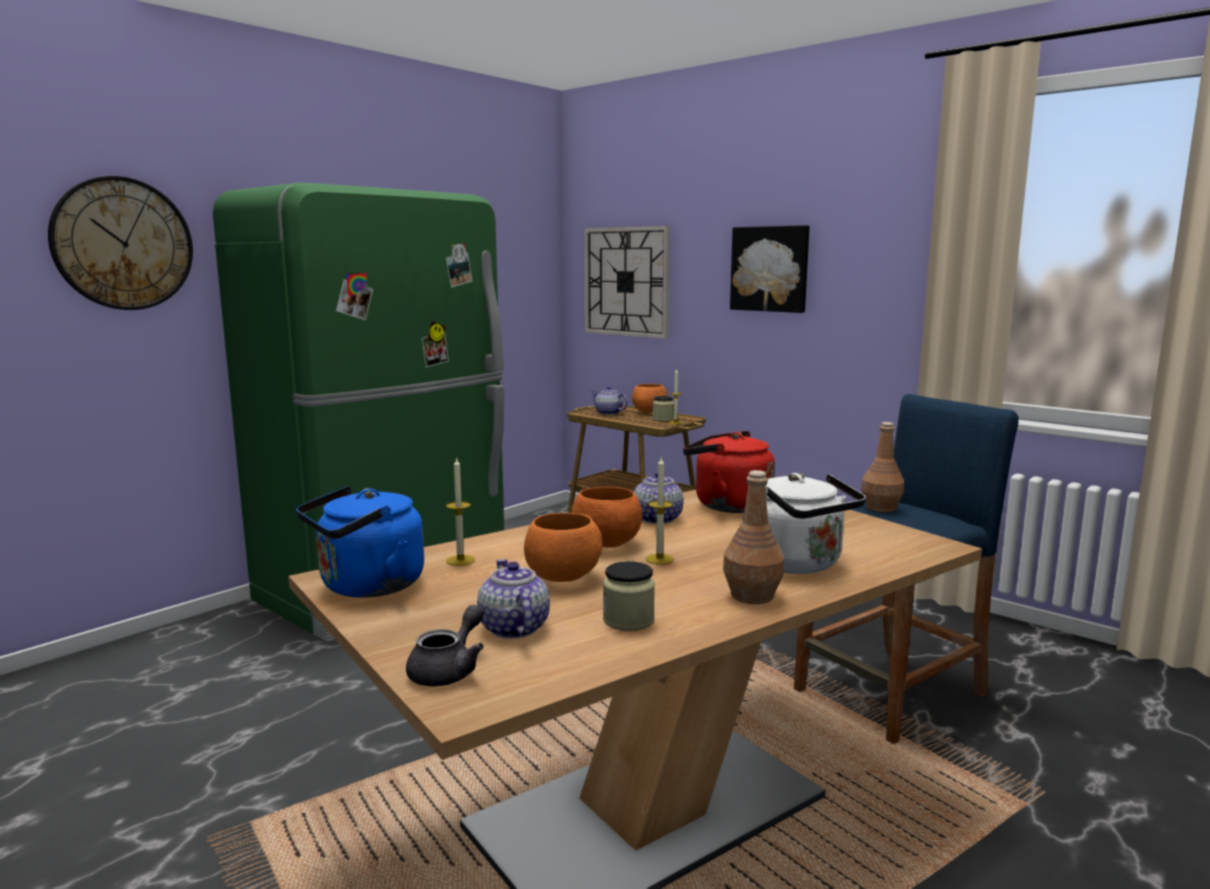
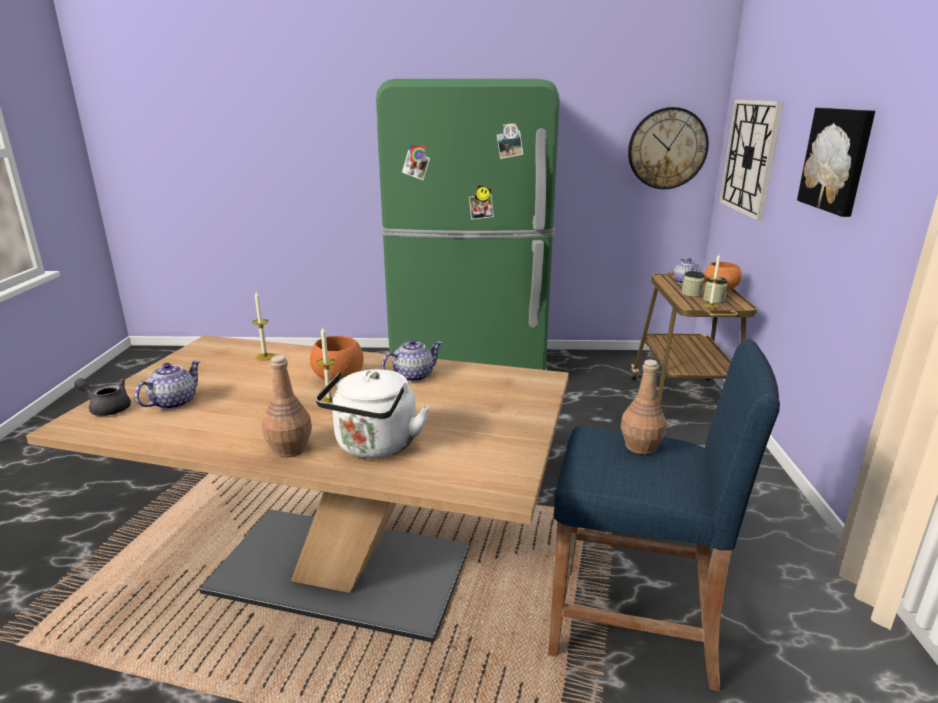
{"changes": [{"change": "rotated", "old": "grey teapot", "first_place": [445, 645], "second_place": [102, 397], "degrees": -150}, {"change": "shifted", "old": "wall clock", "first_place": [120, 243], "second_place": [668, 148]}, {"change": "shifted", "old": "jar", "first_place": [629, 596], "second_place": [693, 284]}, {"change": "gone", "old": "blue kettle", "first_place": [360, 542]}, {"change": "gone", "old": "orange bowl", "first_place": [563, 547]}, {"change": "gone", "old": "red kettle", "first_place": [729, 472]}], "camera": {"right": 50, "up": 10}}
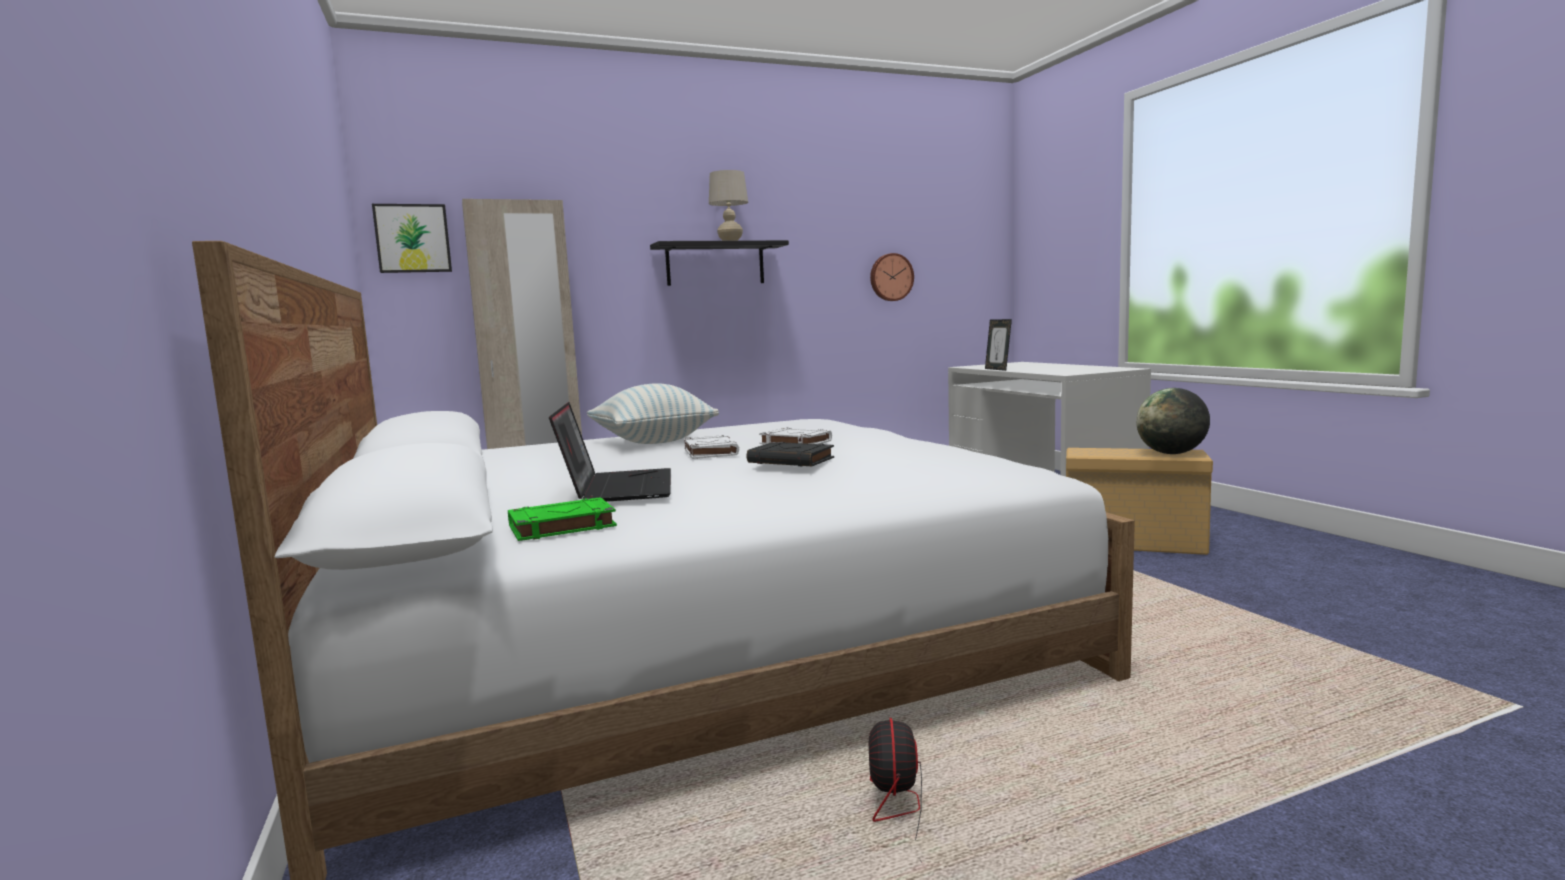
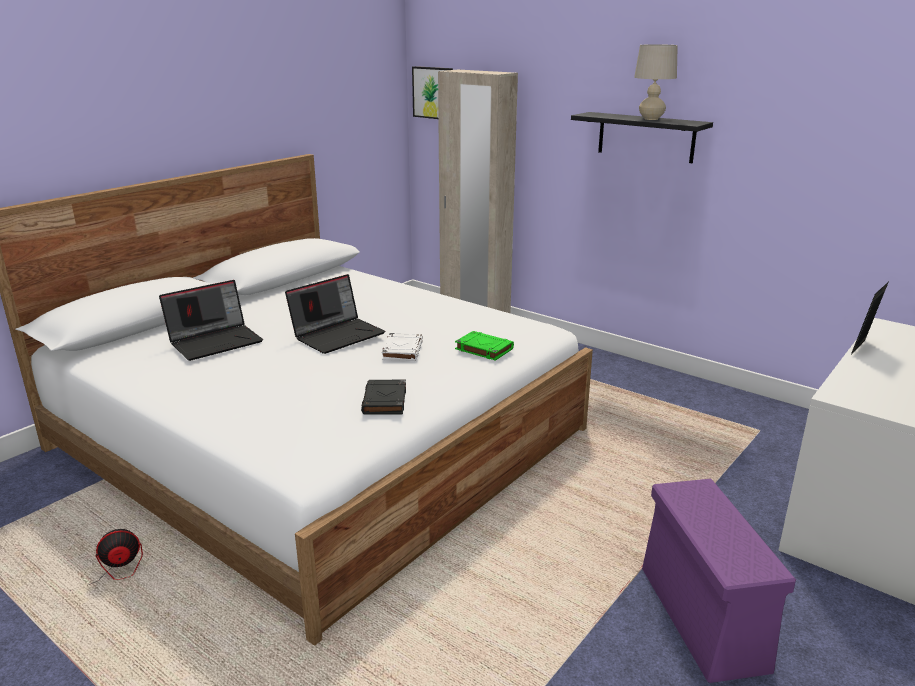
{"changes": [{"change": "swapped", "old": "white book", "new": "laptop", "first_place": [711, 447], "second_place": [335, 314]}, {"change": "shifted", "old": "black book", "first_place": [790, 454], "second_place": [383, 397]}, {"change": "shifted", "old": "green book", "first_place": [562, 519], "second_place": [484, 346]}, {"change": "repainted", "old": "beige storage box", "new": "purple storage box", "first_place": [1139, 501], "second_place": [719, 581]}, {"change": "gone", "old": "pillow", "first_place": [653, 413]}, {"change": "gone", "old": "wall clock", "first_place": [892, 277]}, {"change": "gone", "old": "globe", "first_place": [1173, 421]}], "camera": {"right": 60, "up": 15}}
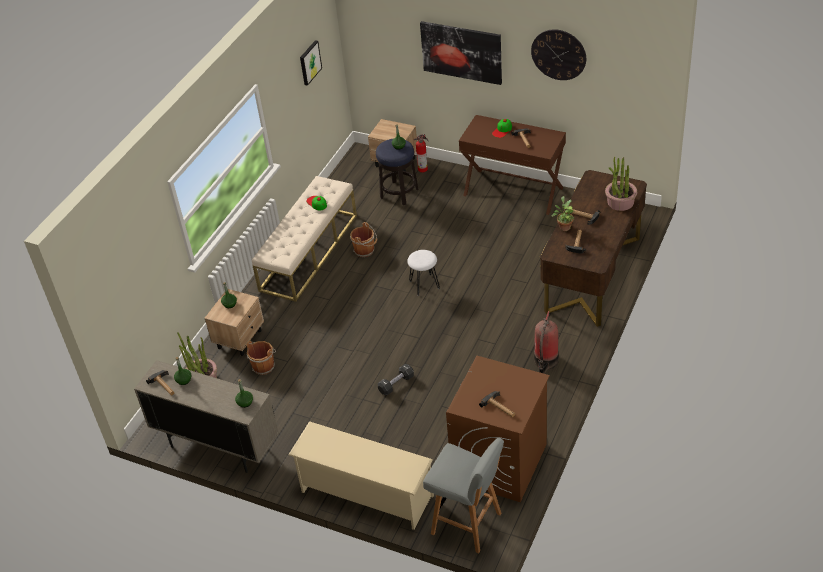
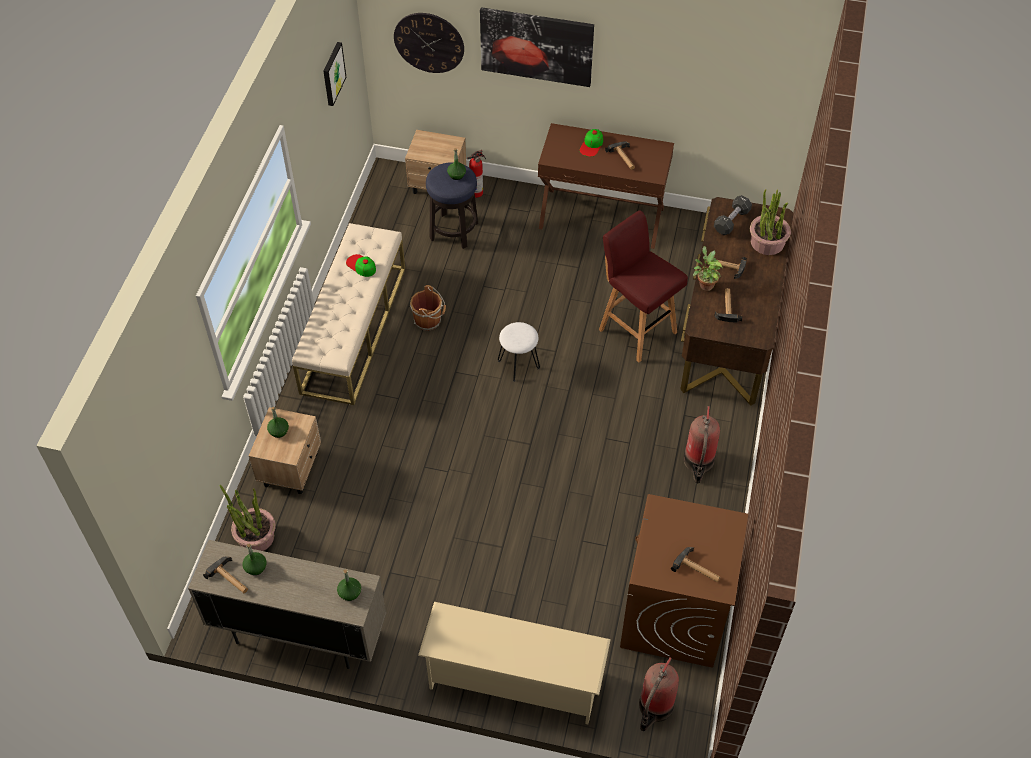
{"changes": [{"change": "shifted", "old": "wall clock", "first_place": [558, 54], "second_place": [429, 43]}, {"change": "new", "new": "red stool", "second_place": [643, 286]}, {"change": "swapped", "old": "grey stool", "new": "fire extinguisher", "first_place": [463, 495], "second_place": [659, 694]}, {"change": "shifted", "old": "black dumbbell", "first_place": [396, 379], "second_place": [733, 215]}, {"change": "gone", "old": "brown bucket", "first_place": [261, 358]}], "camera": {"right": -15, "up": 10}}
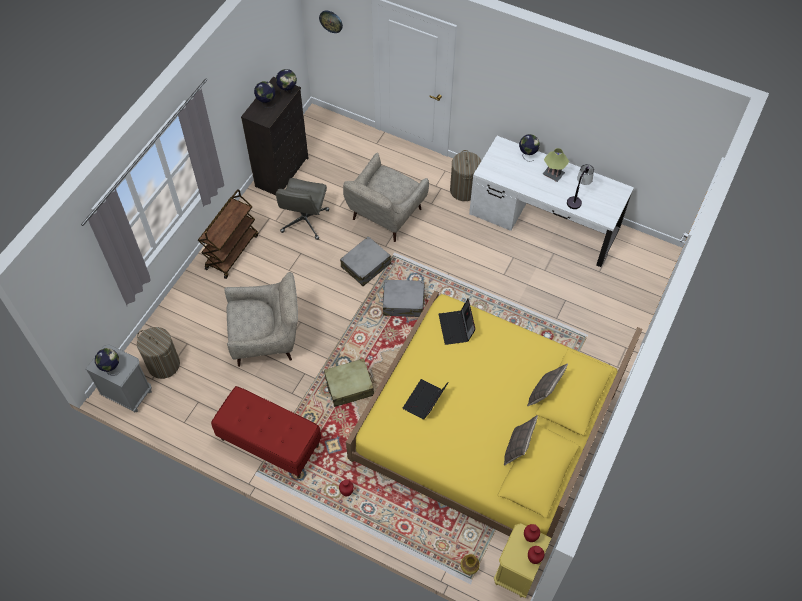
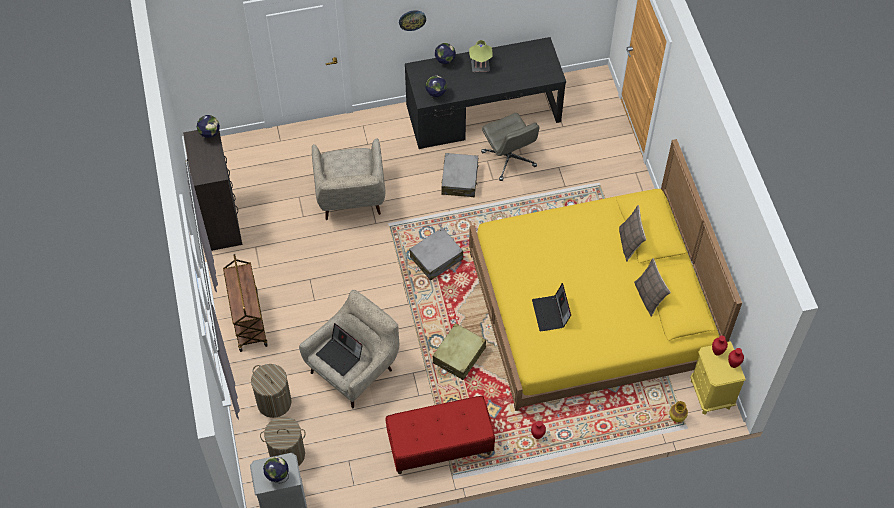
{"changes": [{"change": "shifted", "old": "laundry basket", "first_place": [465, 175], "second_place": [271, 391]}, {"change": "shifted", "old": "laptop", "first_place": [457, 322], "second_place": [339, 349]}, {"change": "shifted", "old": "wall clock", "first_place": [331, 22], "second_place": [412, 20]}, {"change": "repainted", "old": "white desk", "new": "black desk", "first_place": [551, 201], "second_place": [485, 93]}, {"change": "shifted", "old": "globe", "first_place": [265, 94], "second_place": [436, 88]}, {"change": "shifted", "old": "grey suitcase", "first_place": [365, 261], "second_place": [460, 175]}, {"change": "shifted", "old": "grey office chair", "first_place": [302, 209], "second_place": [510, 147]}, {"change": "gone", "old": "table lamp", "first_place": [580, 186]}], "camera": {"right": -40, "up": 0}}
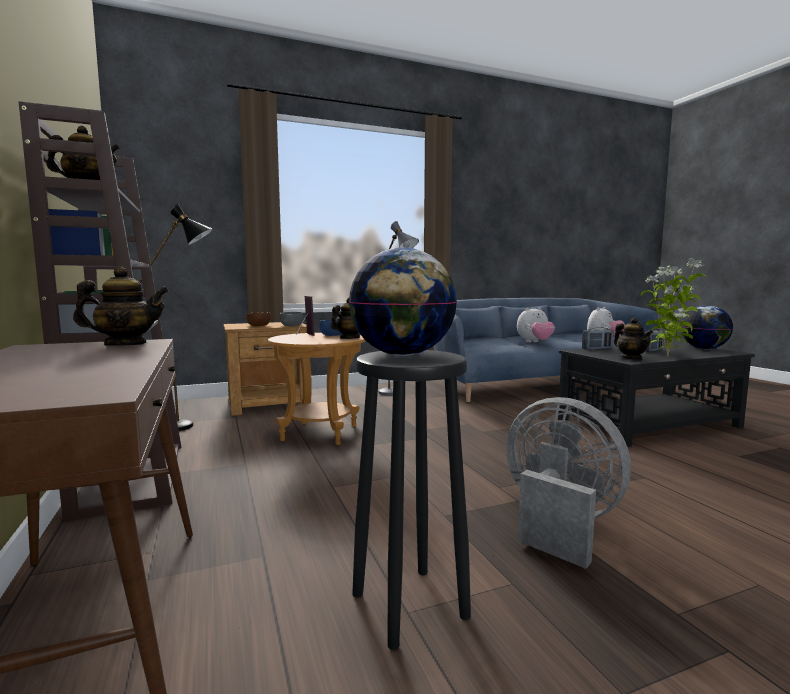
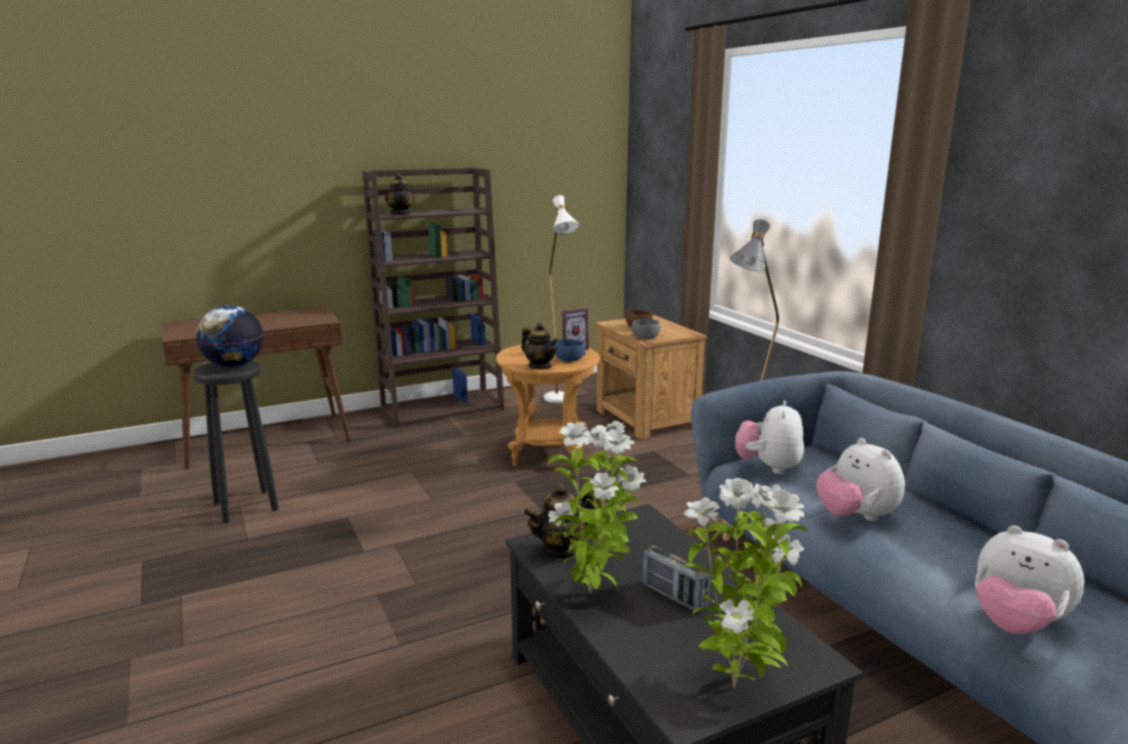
{"changes": [{"change": "repainted", "old": "black floor lamp", "new": "white floor lamp", "first_place": [176, 317], "second_place": [562, 299]}, {"change": "swapped", "old": "globe", "new": "potted plant", "first_place": [707, 327], "second_place": [744, 583]}, {"change": "new", "new": "plush toy", "second_place": [769, 437]}, {"change": "gone", "old": "teapot", "first_place": [121, 306]}, {"change": "gone", "old": "grey fan", "first_place": [568, 483]}, {"change": "gone", "old": "radio", "first_place": [597, 338]}], "camera": {"right": 85, "up": 10}}
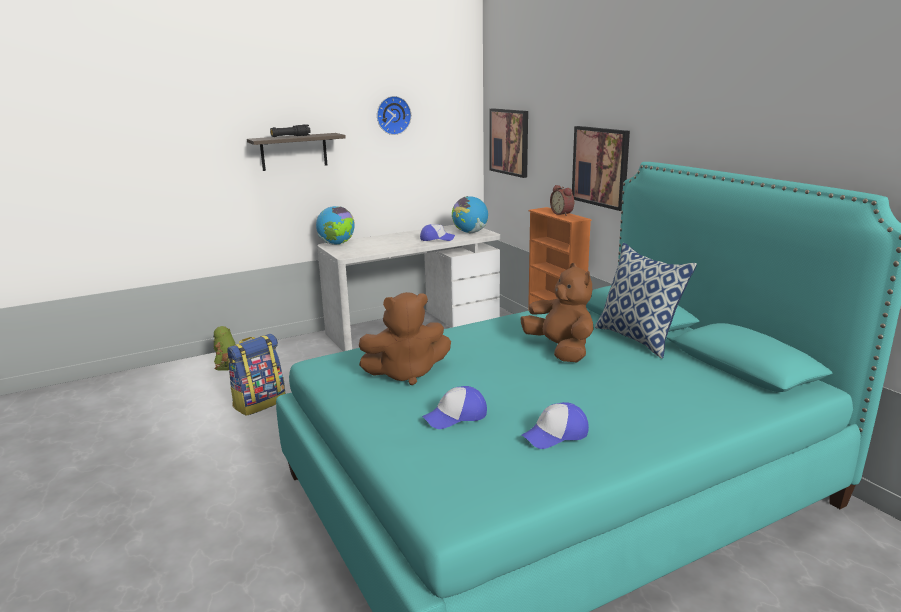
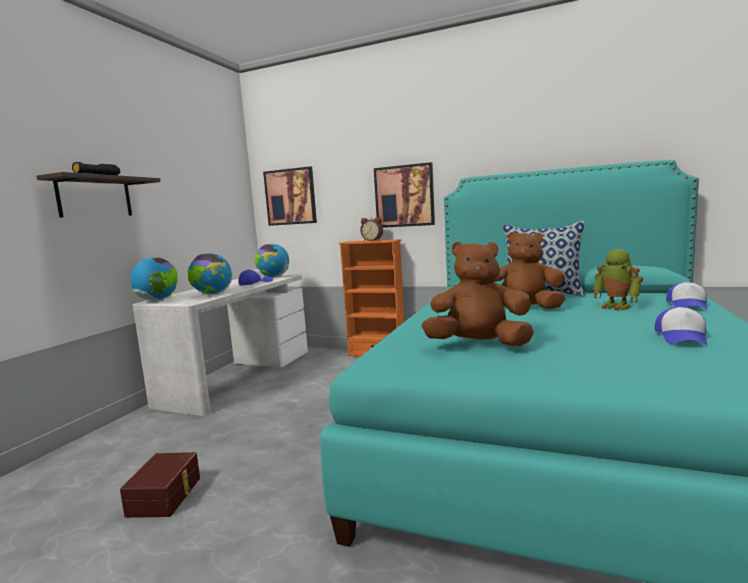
{"changes": [{"change": "swapped", "old": "backpack", "new": "brown storage box", "first_place": [256, 375], "second_place": [160, 485]}, {"change": "new", "new": "globe", "second_place": [210, 274]}, {"change": "rotated", "old": "brown plush toy", "first_place": [405, 338], "second_place": [477, 294], "degrees": -120}, {"change": "shifted", "old": "toy robot", "first_place": [224, 348], "second_place": [618, 280]}, {"change": "shifted", "old": "cap", "first_place": [454, 407], "second_place": [687, 296]}, {"change": "gone", "old": "wall clock", "first_place": [394, 115]}], "camera": {"right": -40, "up": -10}}
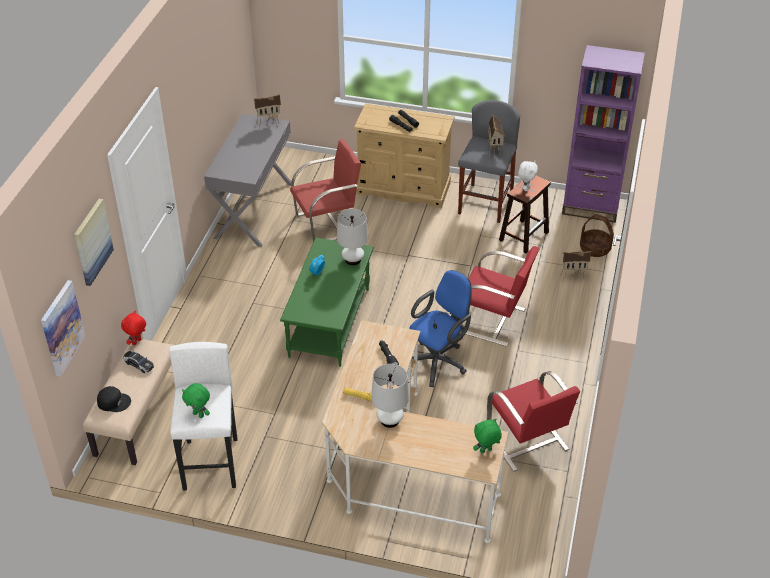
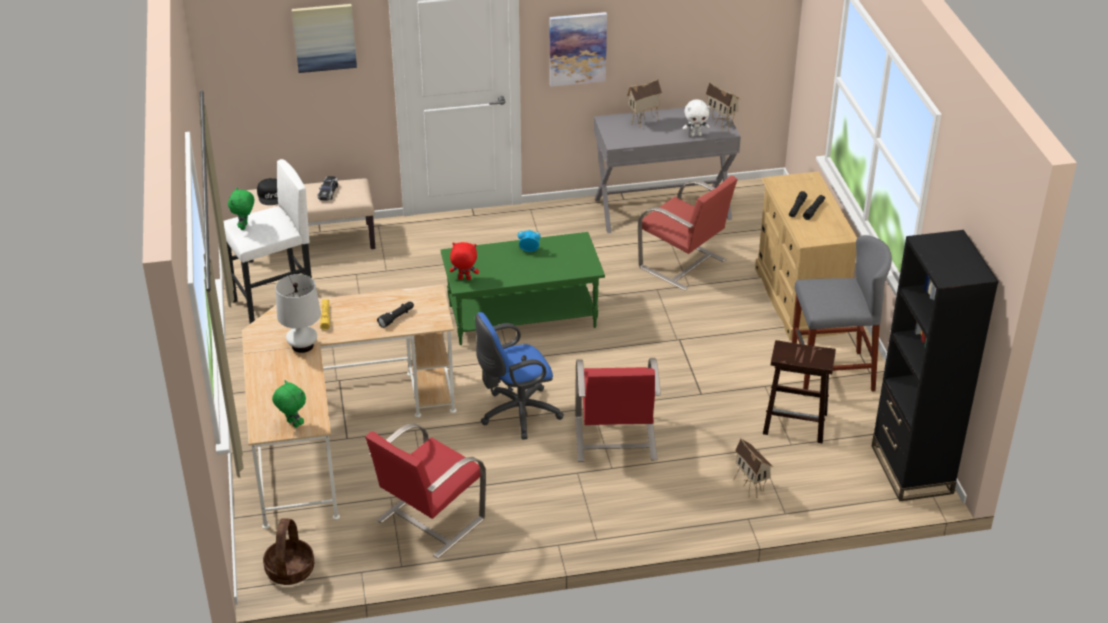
{"changes": [{"change": "shifted", "old": "basket", "first_place": [597, 235], "second_place": [288, 551]}, {"change": "shifted", "old": "red plush toy", "first_place": [133, 328], "second_place": [464, 261]}, {"change": "rotated", "old": "blue office chair", "first_place": [440, 328], "second_place": [519, 376], "degrees": 135}, {"change": "shifted", "old": "picture", "first_place": [63, 328], "second_place": [578, 49]}, {"change": "shifted", "old": "toy house", "first_place": [496, 135], "second_place": [644, 103]}, {"change": "shifted", "old": "white plush toy", "first_place": [528, 176], "second_place": [696, 118]}, {"change": "repainted", "old": "purple bookcase", "new": "black bookcase", "first_place": [603, 134], "second_place": [935, 365]}, {"change": "gone", "old": "white table lamp", "first_place": [352, 237]}], "camera": {"right": 65, "up": -5}}
